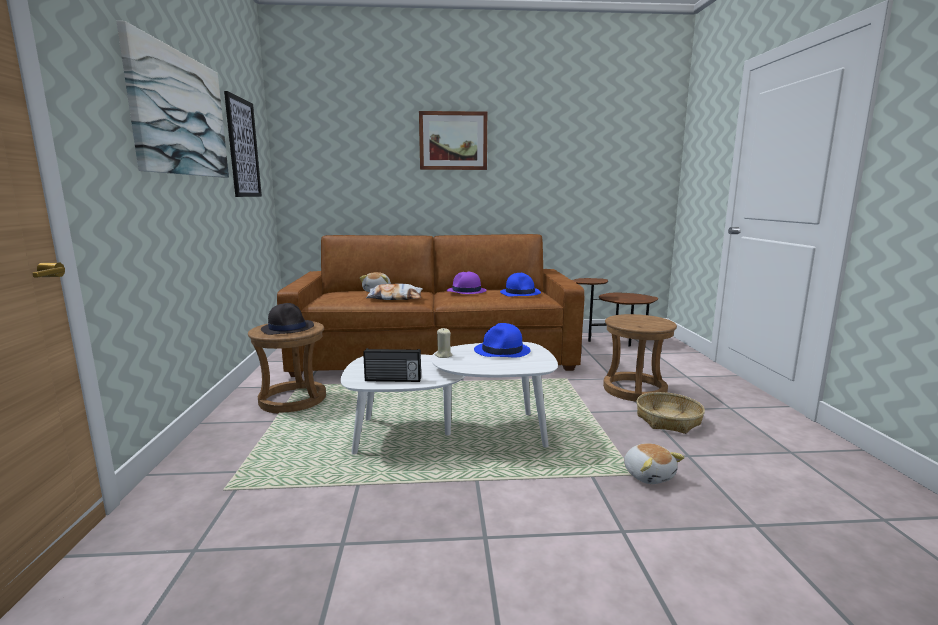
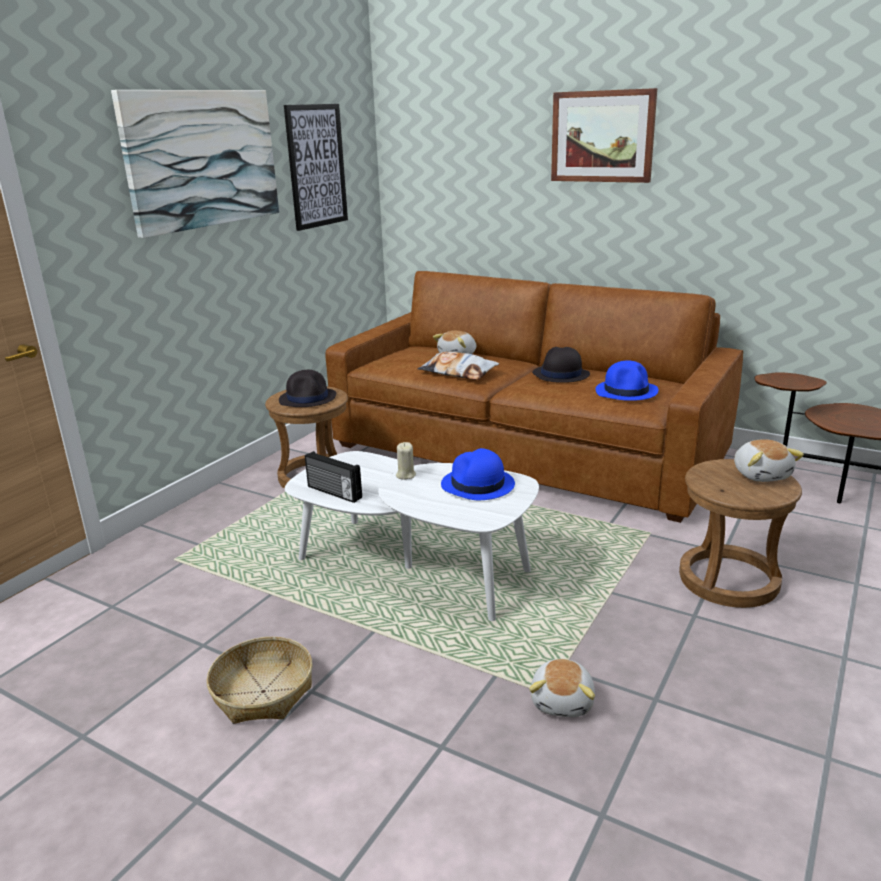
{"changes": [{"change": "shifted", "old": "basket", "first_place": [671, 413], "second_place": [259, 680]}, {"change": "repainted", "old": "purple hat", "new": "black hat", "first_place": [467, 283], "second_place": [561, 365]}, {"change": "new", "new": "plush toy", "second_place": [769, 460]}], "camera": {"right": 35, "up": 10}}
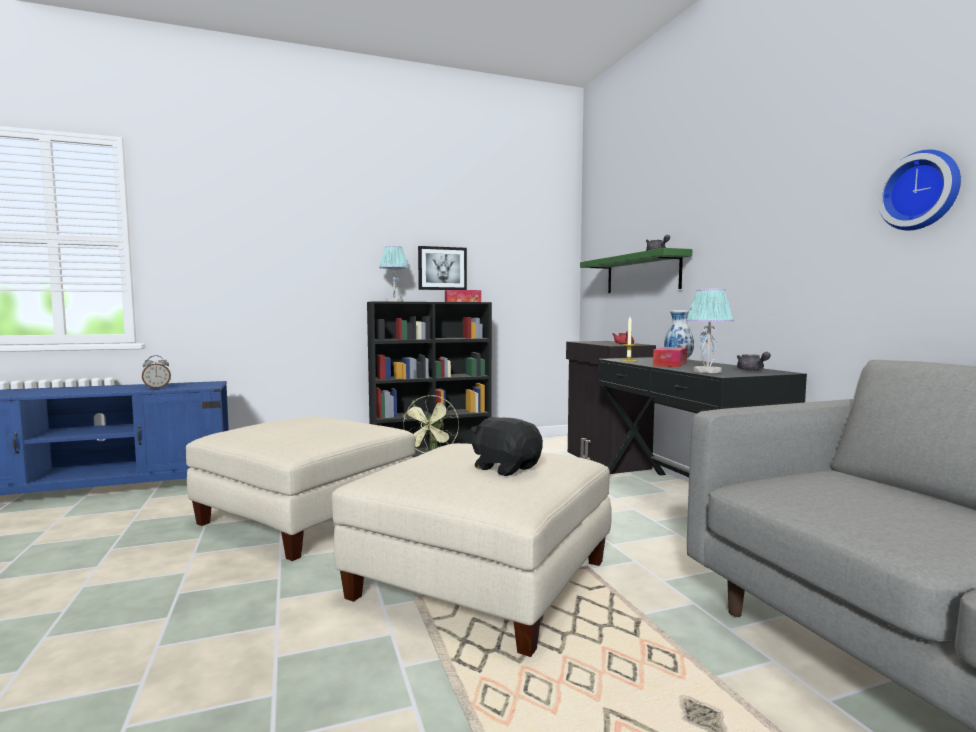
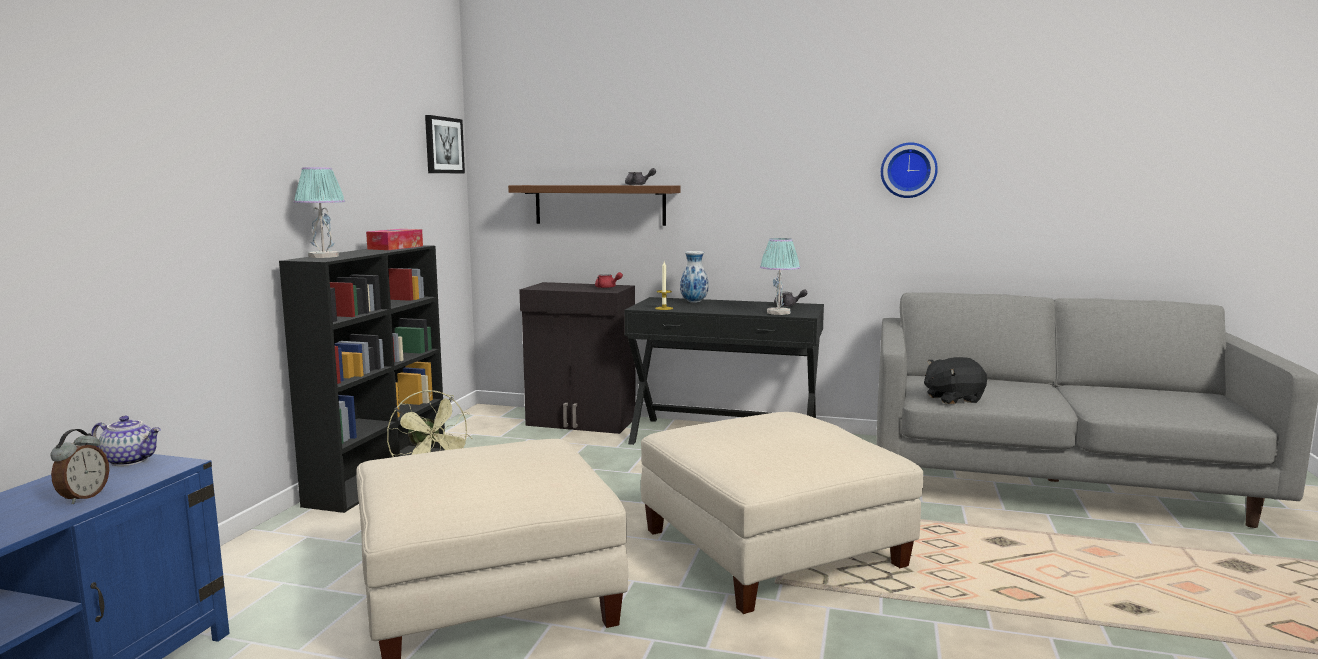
{"changes": [{"change": "new", "new": "teapot", "second_place": [126, 441]}, {"change": "shifted", "old": "picture", "first_place": [442, 268], "second_place": [445, 144]}, {"change": "repainted", "old": "green shelf", "new": "brown shelf", "first_place": [636, 270], "second_place": [594, 205]}, {"change": "shifted", "old": "black plush toy", "first_place": [507, 446], "second_place": [955, 380]}, {"change": "gone", "old": "tissue box", "first_place": [670, 357]}], "camera": {"right": -55, "up": 5}}
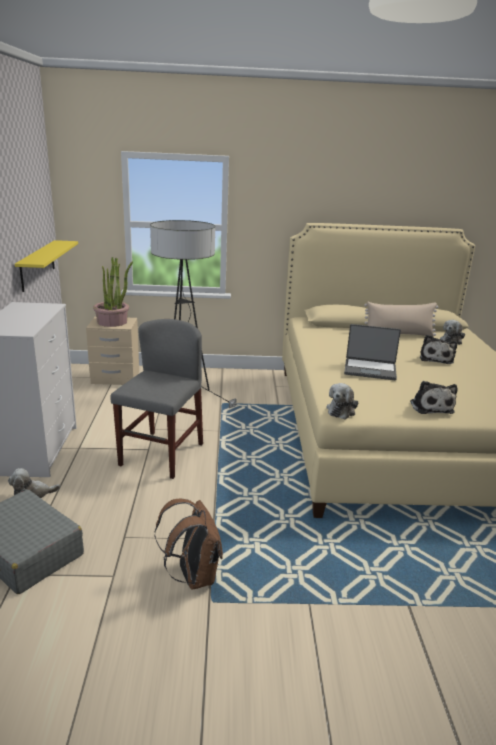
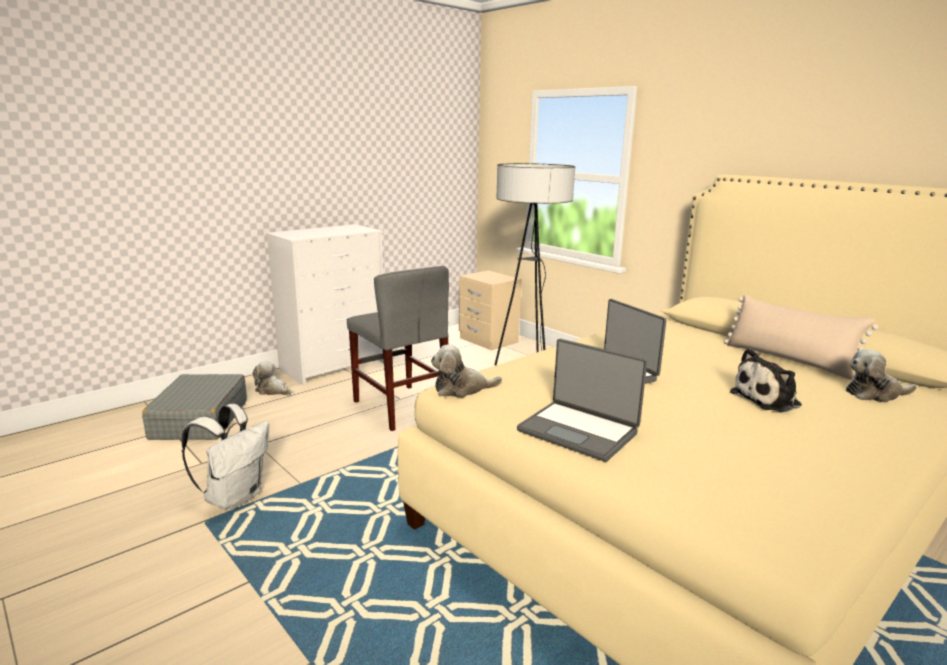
{"changes": [{"change": "repainted", "old": "brown backpack", "new": "white backpack", "first_place": [189, 544], "second_place": [225, 457]}, {"change": "rotated", "old": "grey chair", "first_place": [156, 399], "second_place": [398, 348], "degrees": 75}, {"change": "swapped", "old": "plush toy", "new": "laptop", "first_place": [433, 397], "second_place": [582, 400]}, {"change": "gone", "old": "yellow shelf", "first_place": [46, 266]}, {"change": "gone", "old": "potted plant", "first_place": [113, 292]}], "camera": {"right": 50, "up": -5}}
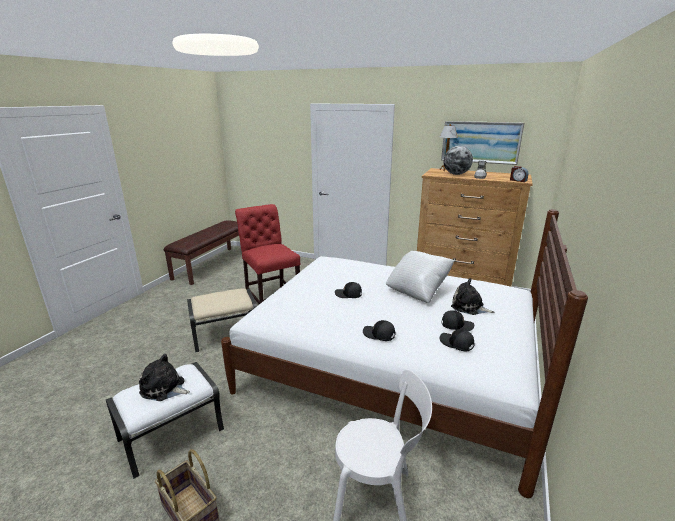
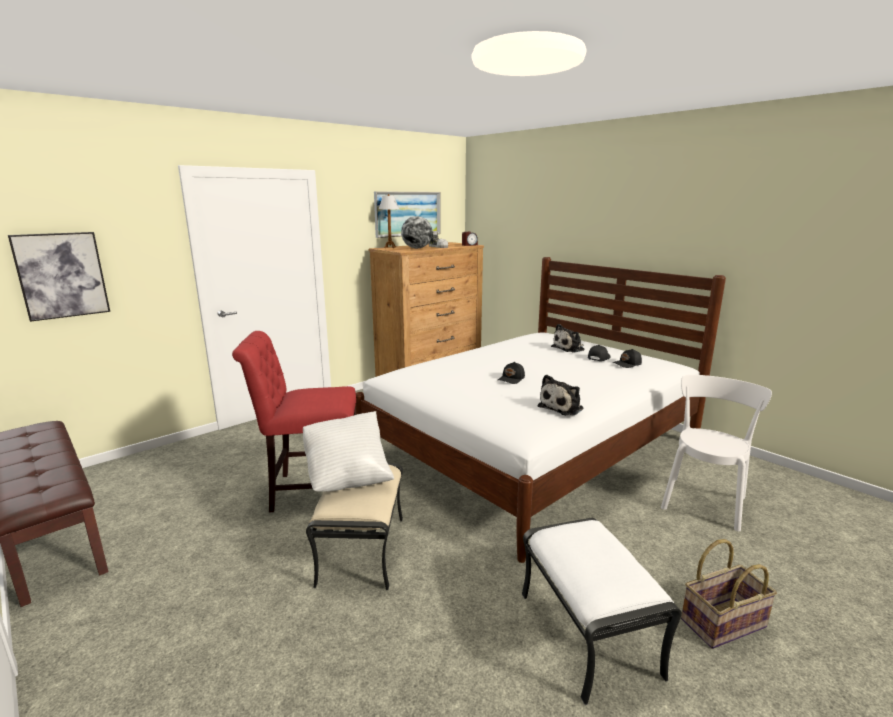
{"changes": [{"change": "new", "new": "picture", "second_place": [59, 277]}, {"change": "shifted", "old": "white pillow", "first_place": [420, 277], "second_place": [348, 451]}, {"change": "shifted", "old": "plush toy", "first_place": [164, 377], "second_place": [561, 395]}, {"change": "gone", "old": "black cap", "first_place": [379, 330]}], "camera": {"right": -65, "up": -5}}
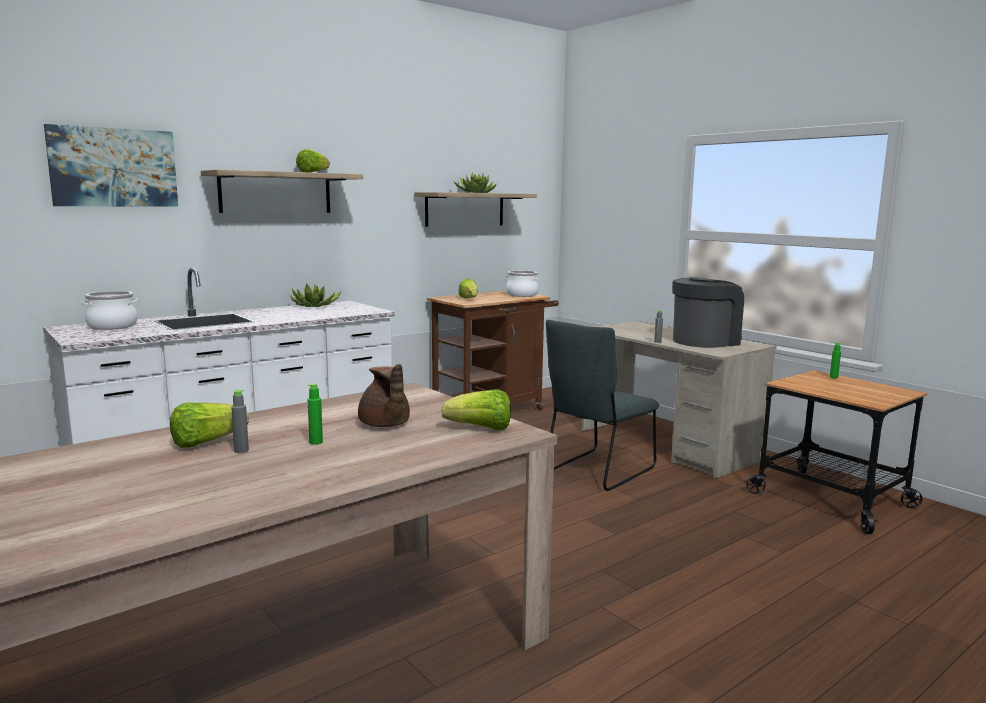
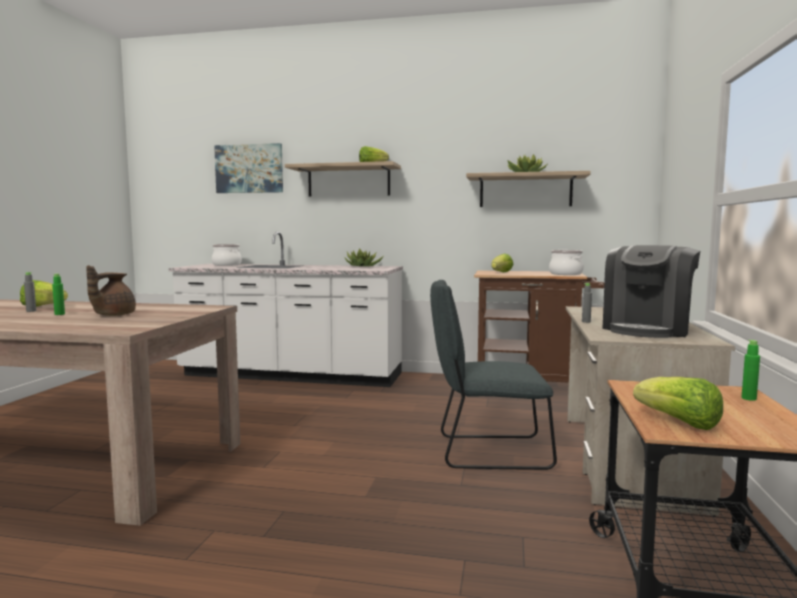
{"changes": [{"change": "rotated", "old": "coffee machine", "first_place": [708, 312], "second_place": [651, 291], "degrees": 105}, {"change": "shifted", "old": "lettuce", "first_place": [476, 409], "second_place": [678, 403]}], "camera": {"right": 50, "up": -5}}
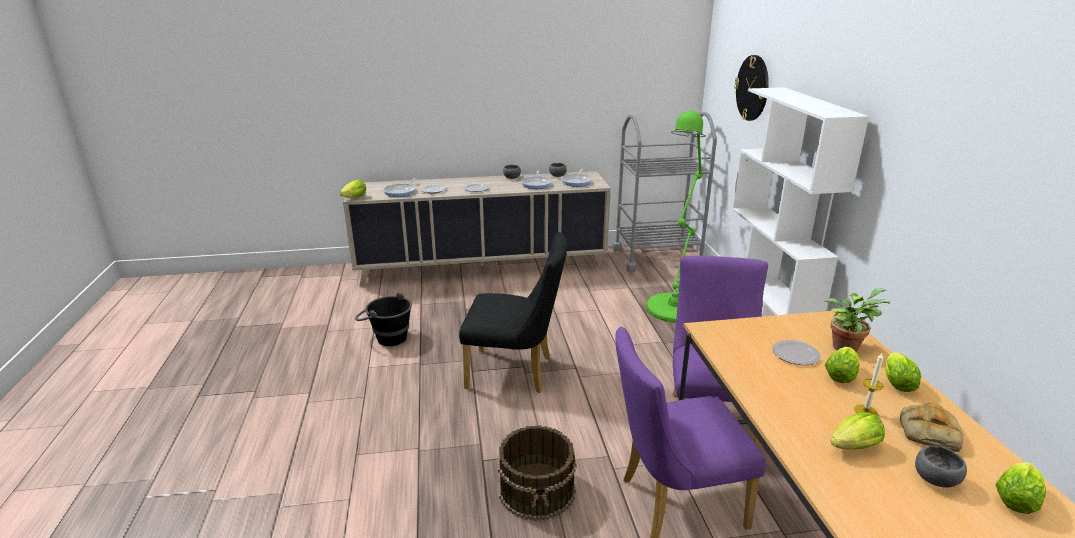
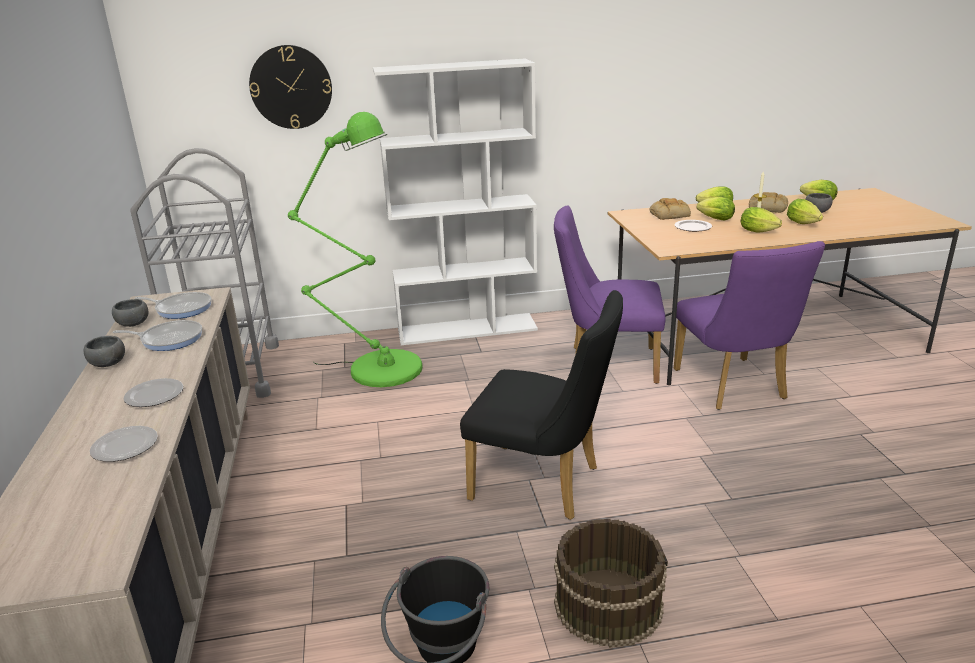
{"changes": [{"change": "rotated", "old": "black chair", "first_place": [513, 312], "second_place": [541, 405], "degrees": 105}, {"change": "shifted", "old": "brown bucket", "first_place": [537, 473], "second_place": [611, 583]}, {"change": "swapped", "old": "potted plant", "new": "bread", "first_place": [857, 320], "second_place": [670, 209]}, {"change": "shifted", "old": "lettuce", "first_place": [353, 189], "second_place": [761, 220]}, {"change": "gone", "old": "frying pan", "first_place": [400, 187]}], "camera": {"right": -90, "up": 0}}
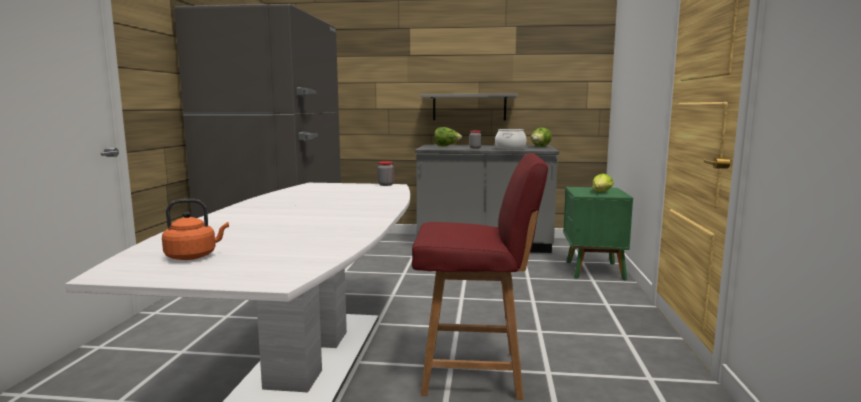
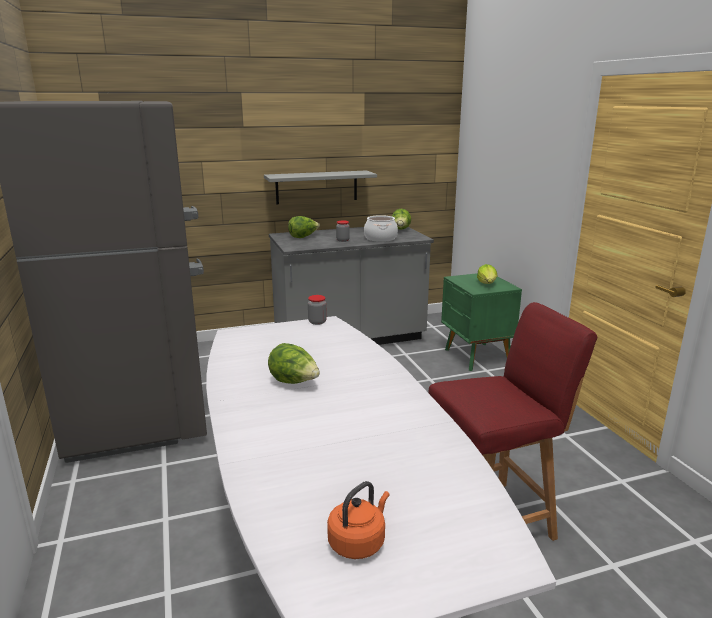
{"changes": [{"change": "new", "new": "lettuce", "second_place": [294, 363]}], "camera": {"right": -25, "up": 10}}
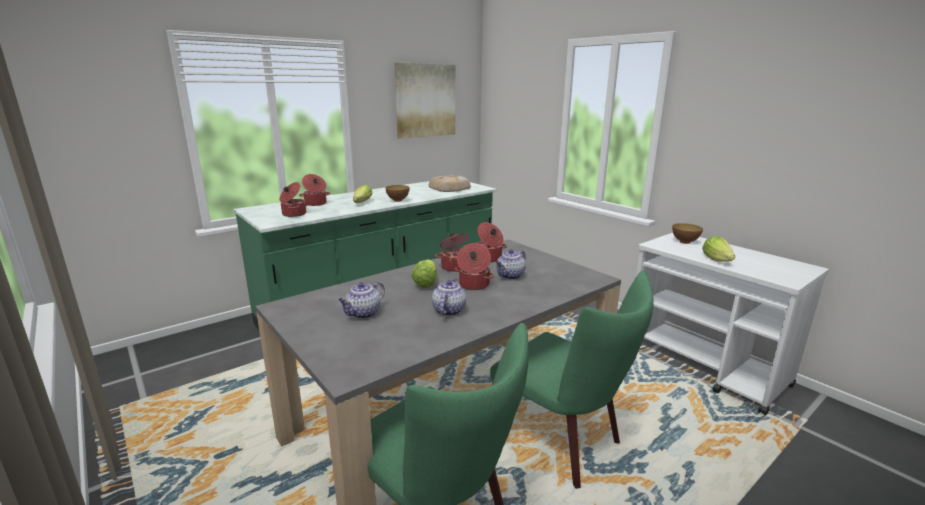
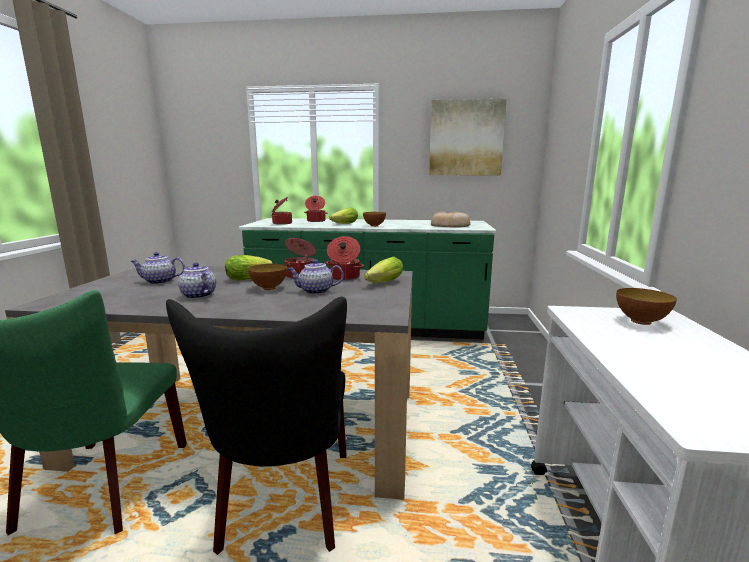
{"changes": [{"change": "repainted", "old": "green chair", "new": "black chair", "first_place": [571, 380], "second_place": [256, 426]}, {"change": "rotated", "old": "teapot", "first_place": [449, 297], "second_place": [197, 281], "degrees": -105}, {"change": "swapped", "old": "cooking pot", "new": "bowl", "first_place": [474, 266], "second_place": [267, 277]}, {"change": "shifted", "old": "lettuce", "first_place": [718, 249], "second_place": [383, 270]}], "camera": {"right": 45, "up": -5}}
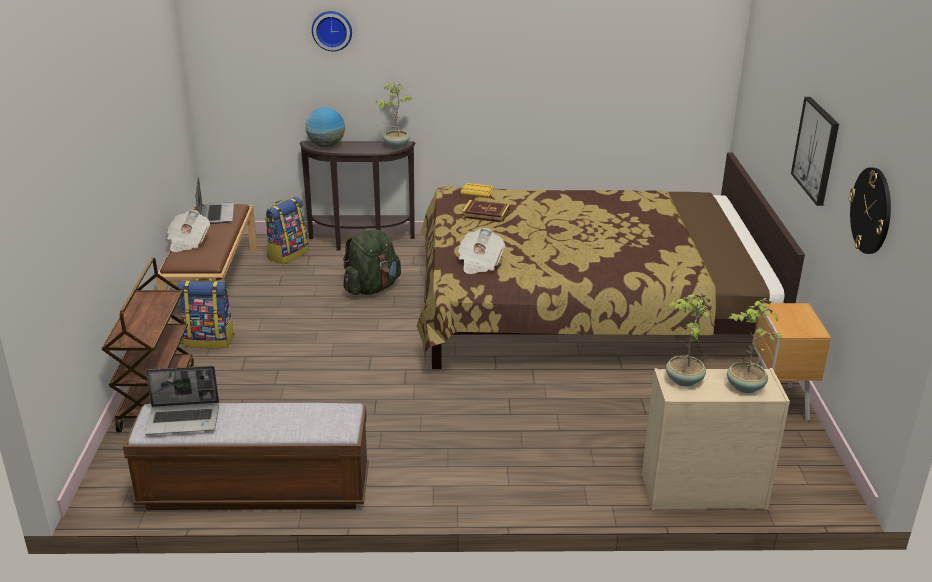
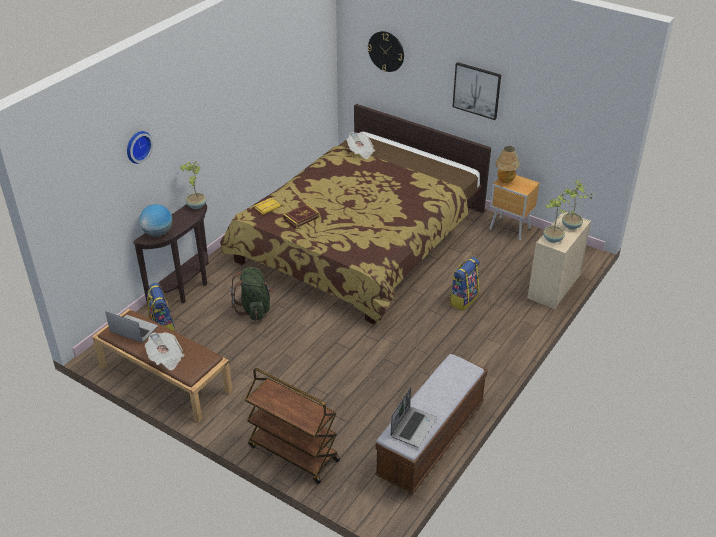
{"changes": [{"change": "shifted", "old": "newspaper", "first_place": [481, 251], "second_place": [361, 145]}, {"change": "shifted", "old": "wall clock", "first_place": [870, 210], "second_place": [386, 51]}, {"change": "shifted", "old": "backpack", "first_place": [206, 313], "second_place": [464, 284]}, {"change": "new", "new": "table lamp", "second_place": [508, 164]}], "camera": {"right": -55, "up": 10}}
